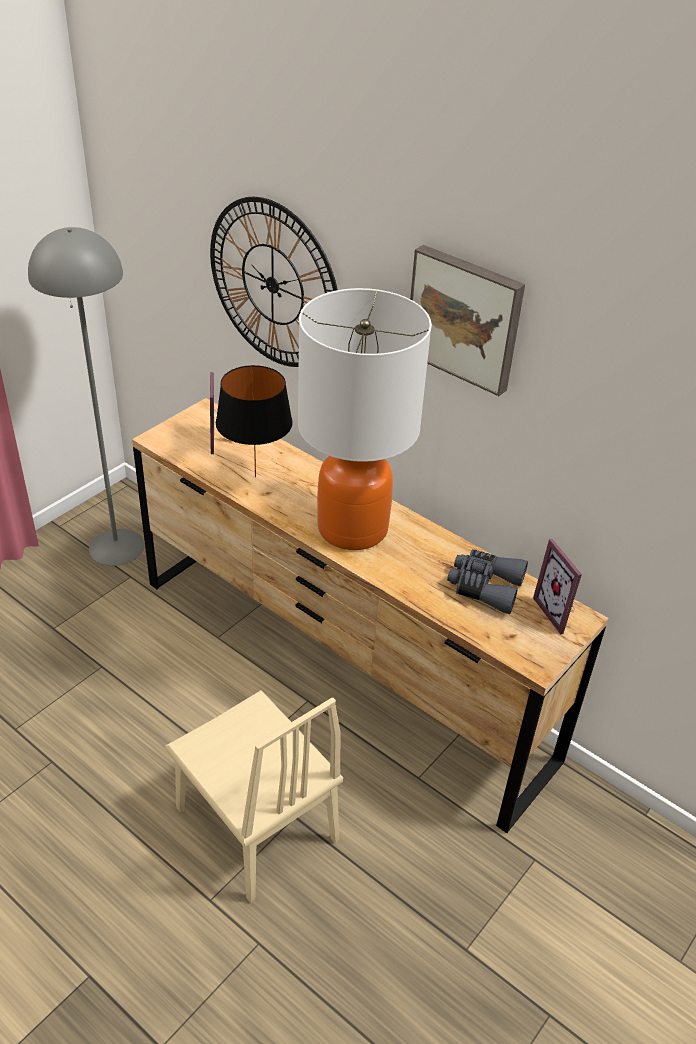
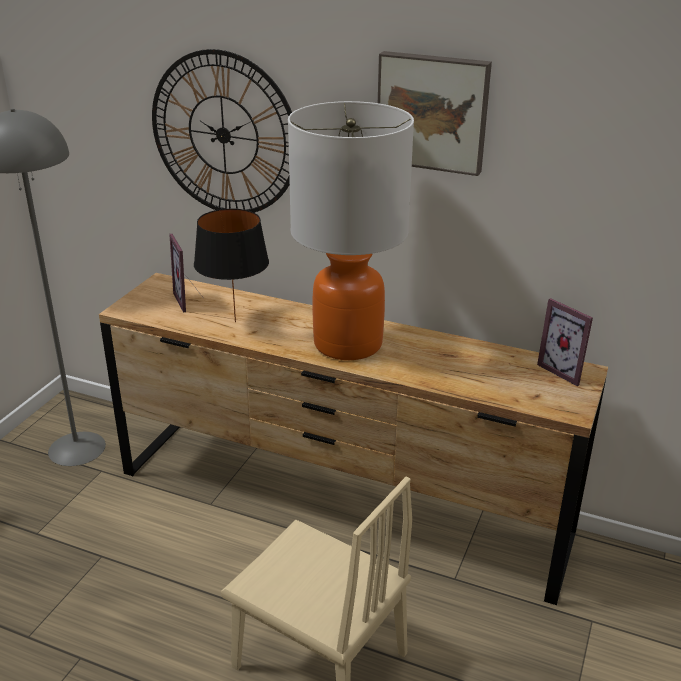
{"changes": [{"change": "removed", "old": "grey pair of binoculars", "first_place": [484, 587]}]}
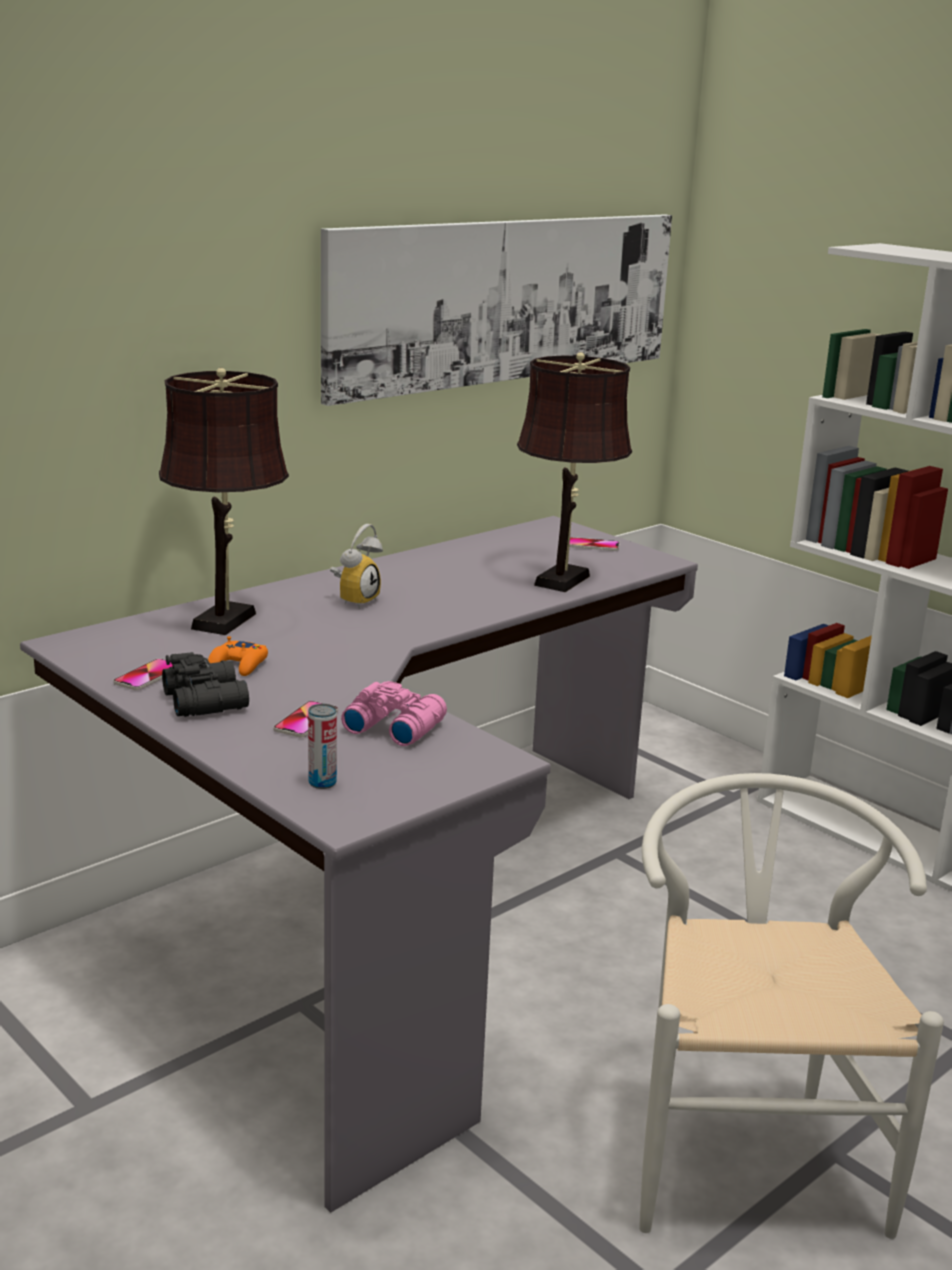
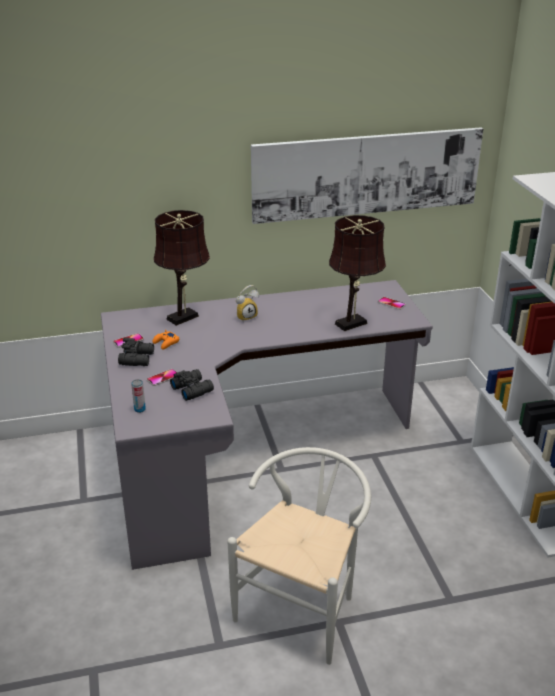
{"changes": [{"change": "recoloured", "old": "pink pair of binoculars", "new": "black-coloured pair of binoculars", "first_place": [393, 726], "second_place": [192, 389]}]}
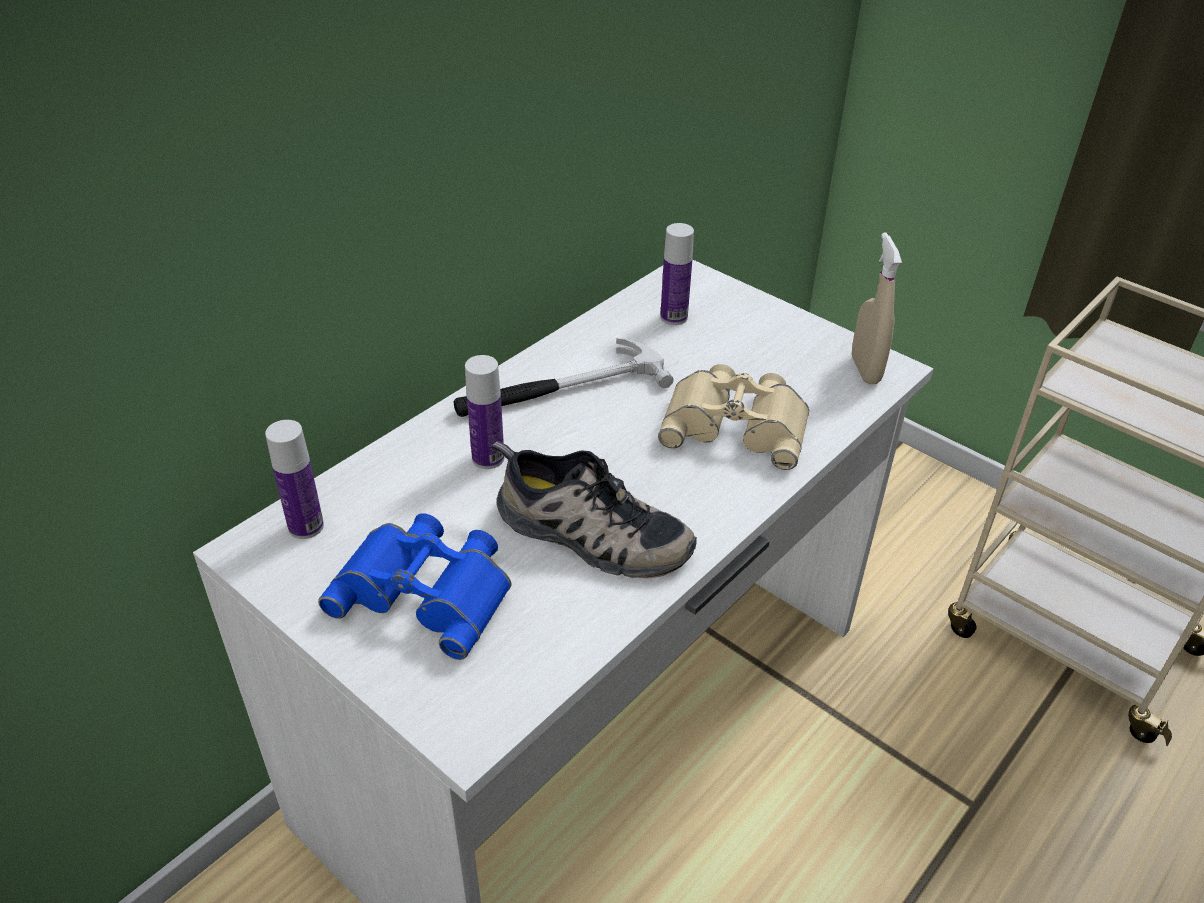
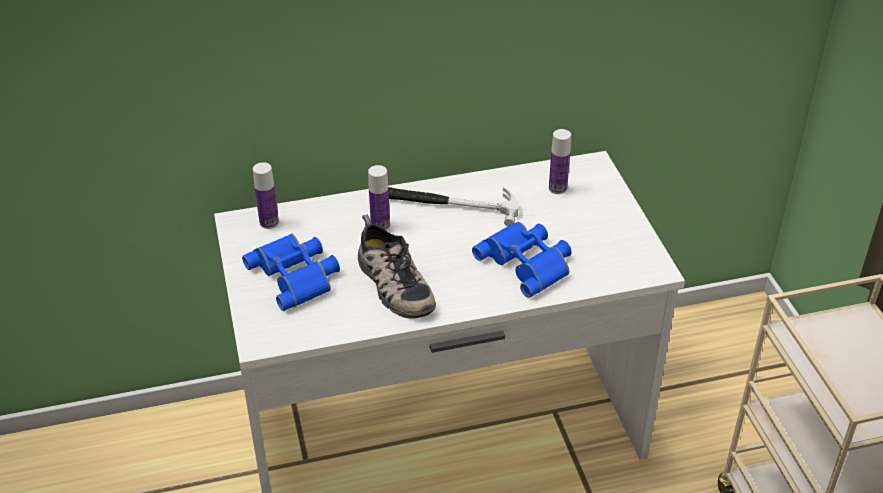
{"changes": [{"change": "recoloured", "old": "beige pair of binoculars", "new": "bluish pair of binoculars", "first_place": [737, 424], "second_place": [528, 262]}, {"change": "removed", "old": "beige spray bottle", "first_place": [865, 370]}]}
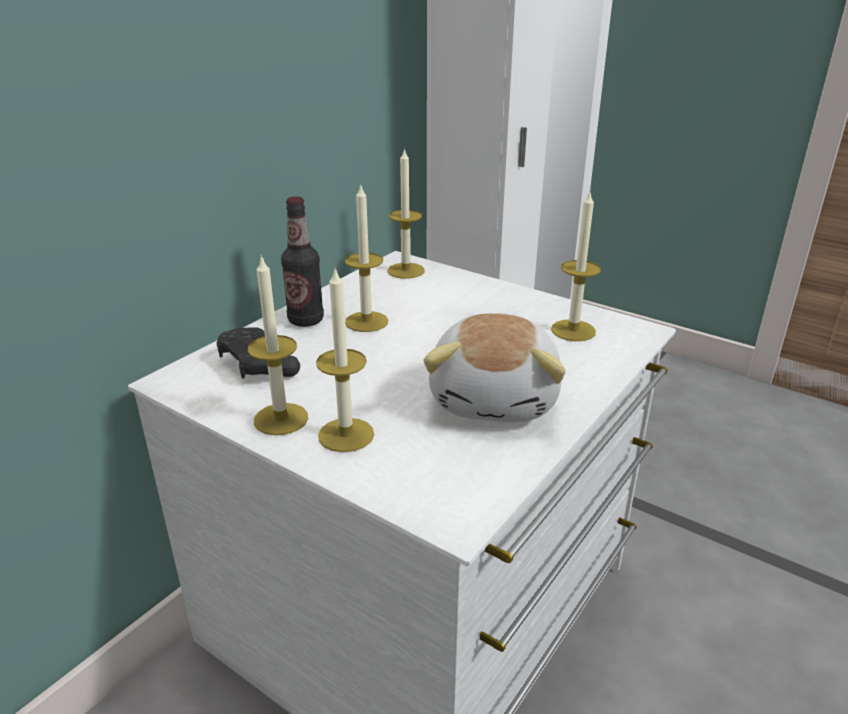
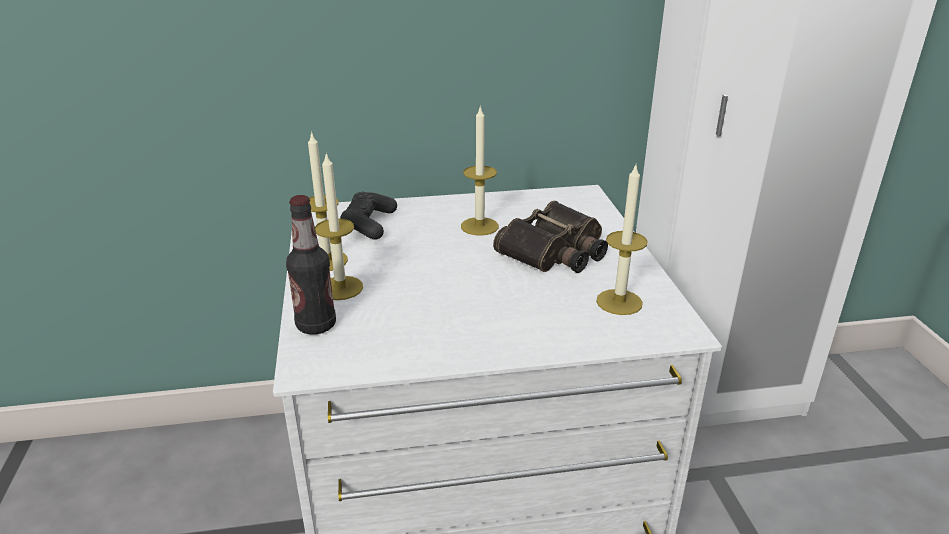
{"changes": [{"change": "moved", "old": "bottle", "first_place": [306, 320], "second_place": [316, 325]}, {"change": "added", "new": "pair of binoculars", "second_place": [556, 251]}, {"change": "removed", "old": "wax candle", "first_place": [406, 270]}, {"change": "removed", "old": "plush toy", "first_place": [496, 398]}]}
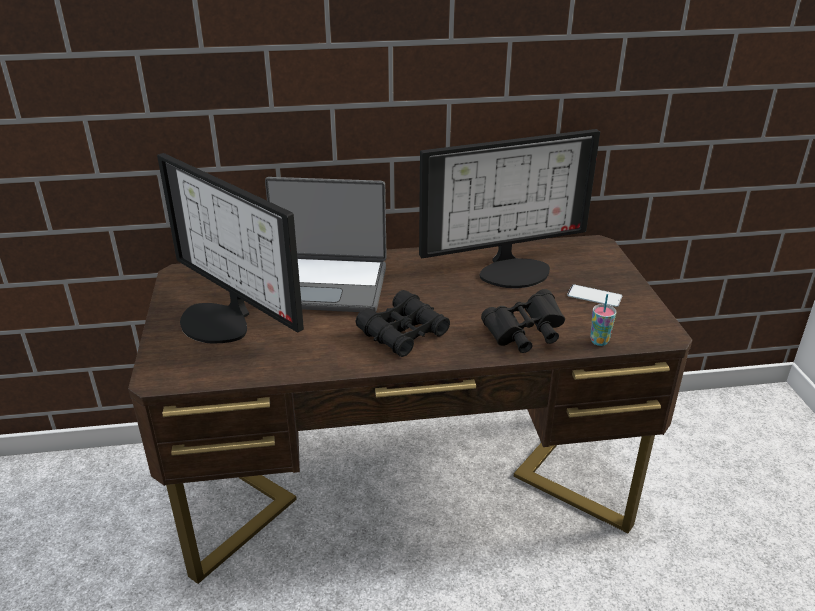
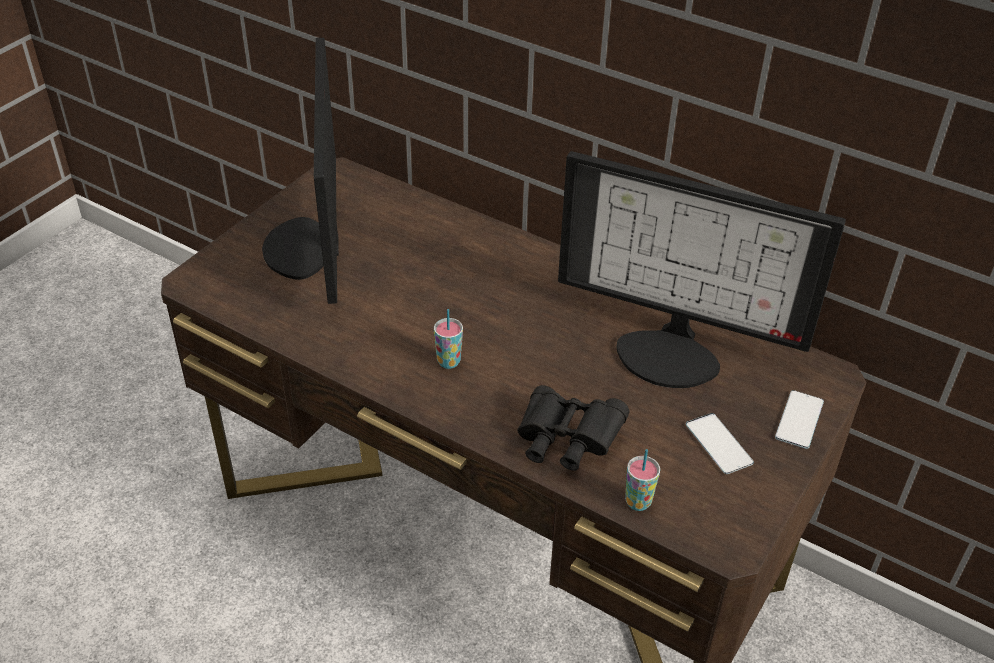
{"changes": [{"change": "replaced", "old": "black-coloured pair of binoculars", "new": "small cup", "first_place": [403, 333], "second_place": [448, 362]}, {"change": "added", "new": "phone", "second_place": [799, 420]}, {"change": "removed", "old": "laptop", "first_place": [323, 284]}]}
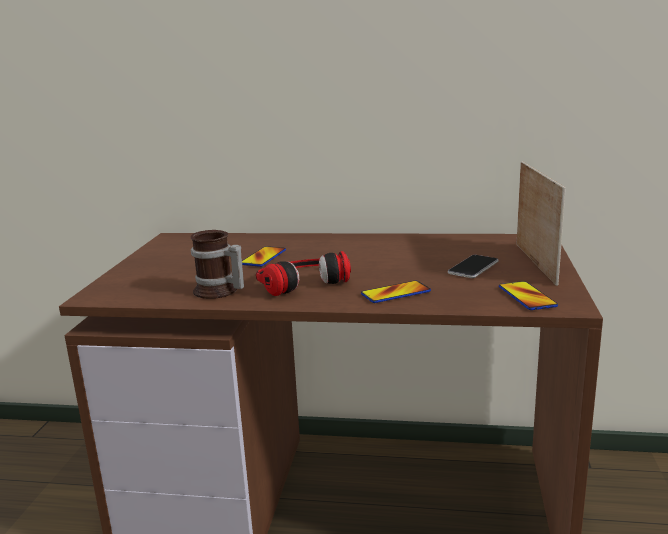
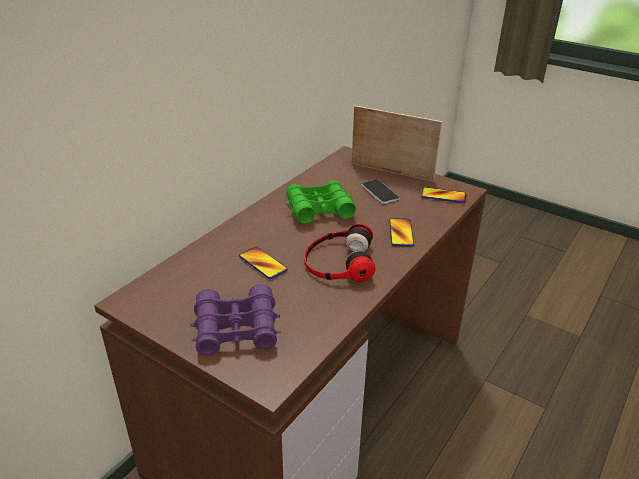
{"changes": [{"change": "added", "new": "purple-coloured pair of binoculars", "second_place": [236, 329]}, {"change": "added", "new": "green-coloured pair of binoculars", "second_place": [319, 209]}, {"change": "removed", "old": "mug", "first_place": [218, 292]}]}
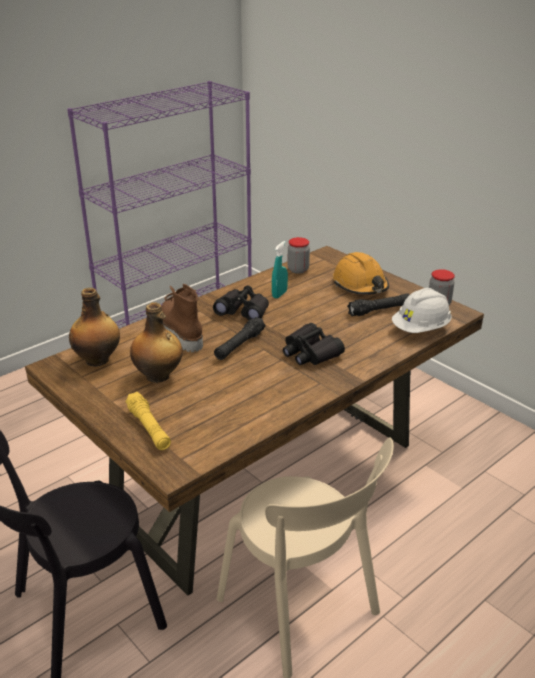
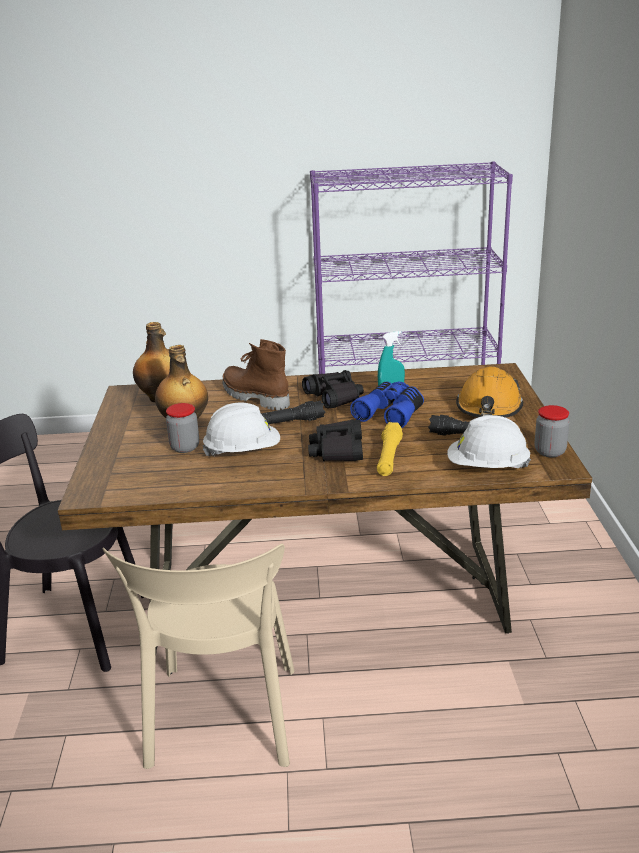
{"changes": [{"change": "moved", "old": "preserve jar", "first_place": [298, 270], "second_place": [185, 447]}, {"change": "added", "new": "white-coloured safety helmet", "second_place": [243, 452]}, {"change": "turned", "old": "brown high-top boot", "first_place": [180, 332], "second_place": [254, 397], "degrees": -60}, {"change": "added", "new": "bluish pair of binoculars", "second_place": [391, 413]}, {"change": "moved", "old": "yellow-coloured torch", "first_place": [149, 428], "second_place": [389, 457]}]}
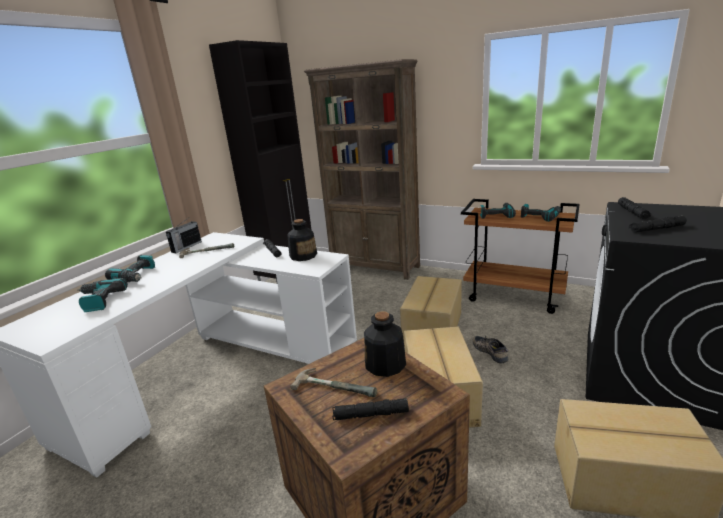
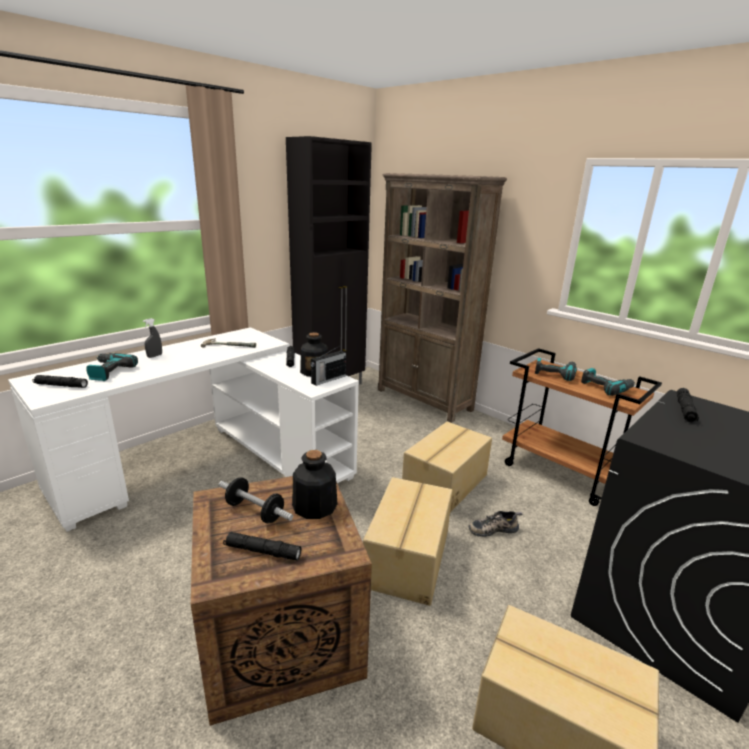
{"changes": [{"change": "moved", "old": "black-coloured torch", "first_place": [656, 229], "second_place": [61, 385]}, {"change": "replaced", "old": "power drill", "new": "grey spray bottle", "first_place": [137, 276], "second_place": [154, 356]}, {"change": "replaced", "old": "tool hammer", "new": "dumbbell", "first_place": [336, 384], "second_place": [255, 511]}, {"change": "moved", "old": "radio", "first_place": [186, 247], "second_place": [328, 379]}, {"change": "turned", "old": "shoe", "first_place": [491, 351], "second_place": [493, 528], "degrees": -90}]}
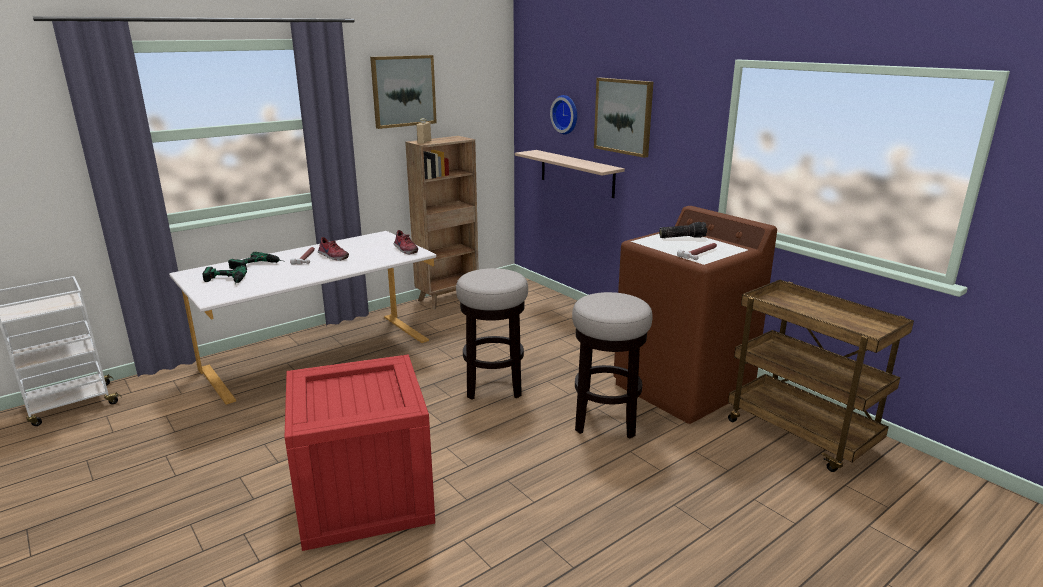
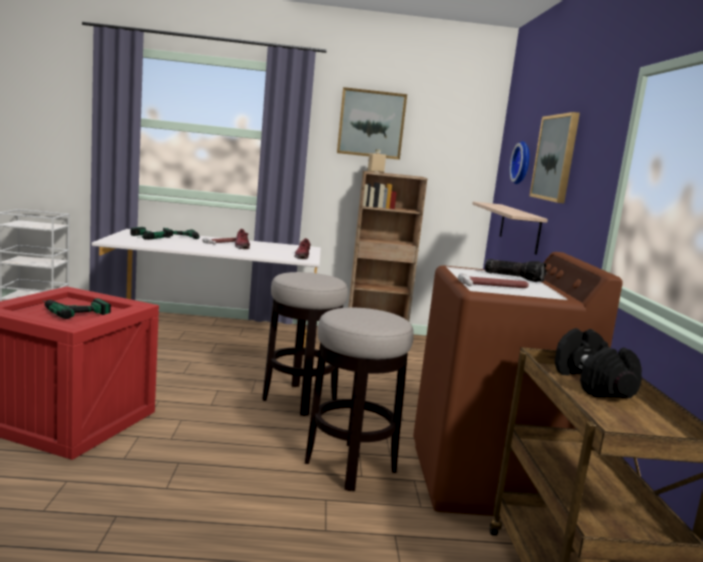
{"changes": [{"change": "added", "new": "power drill", "second_place": [73, 310]}, {"change": "added", "new": "black-coloured dumbbell", "second_place": [591, 383]}]}
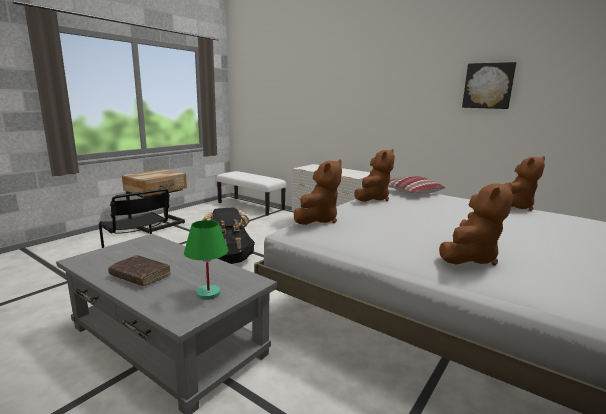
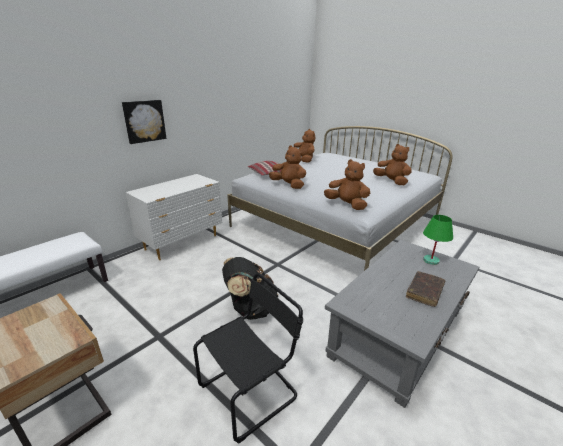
{"changes": [{"change": "moved", "old": "wall art", "first_place": [488, 86], "second_place": [144, 121]}]}
